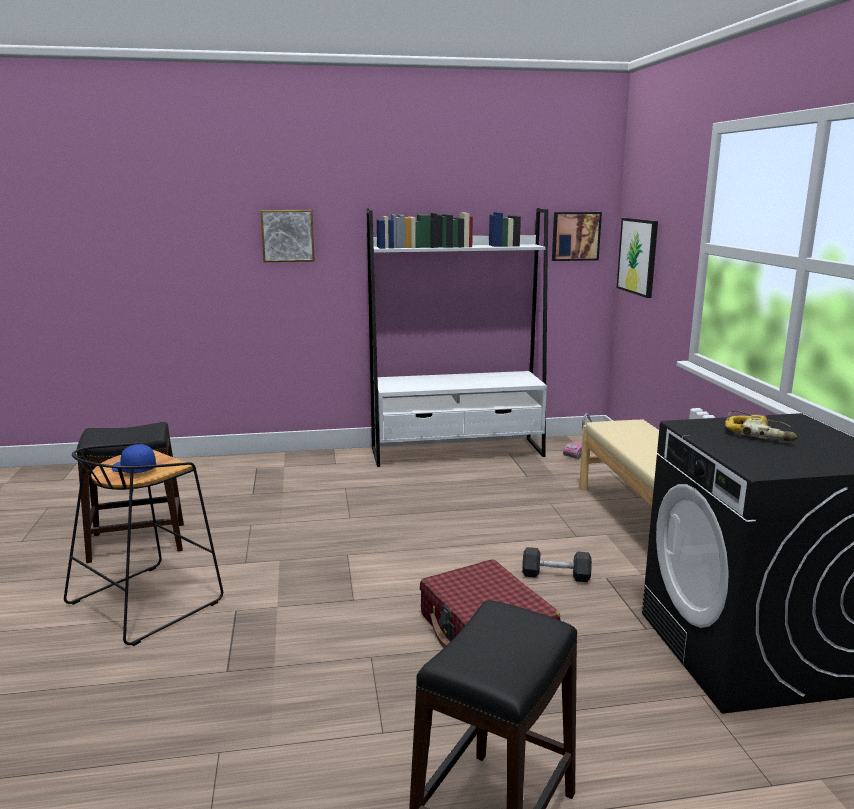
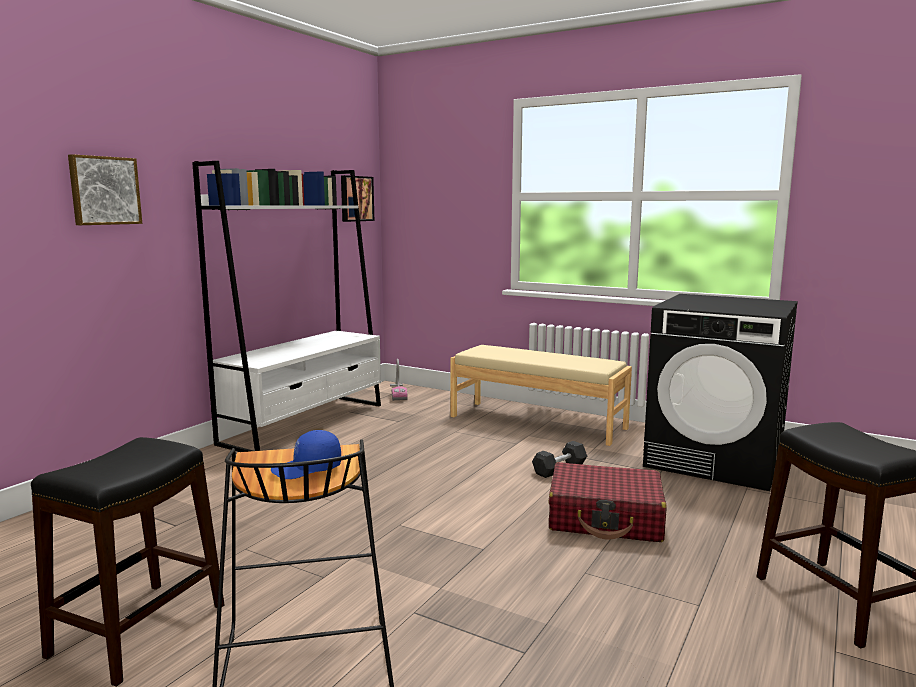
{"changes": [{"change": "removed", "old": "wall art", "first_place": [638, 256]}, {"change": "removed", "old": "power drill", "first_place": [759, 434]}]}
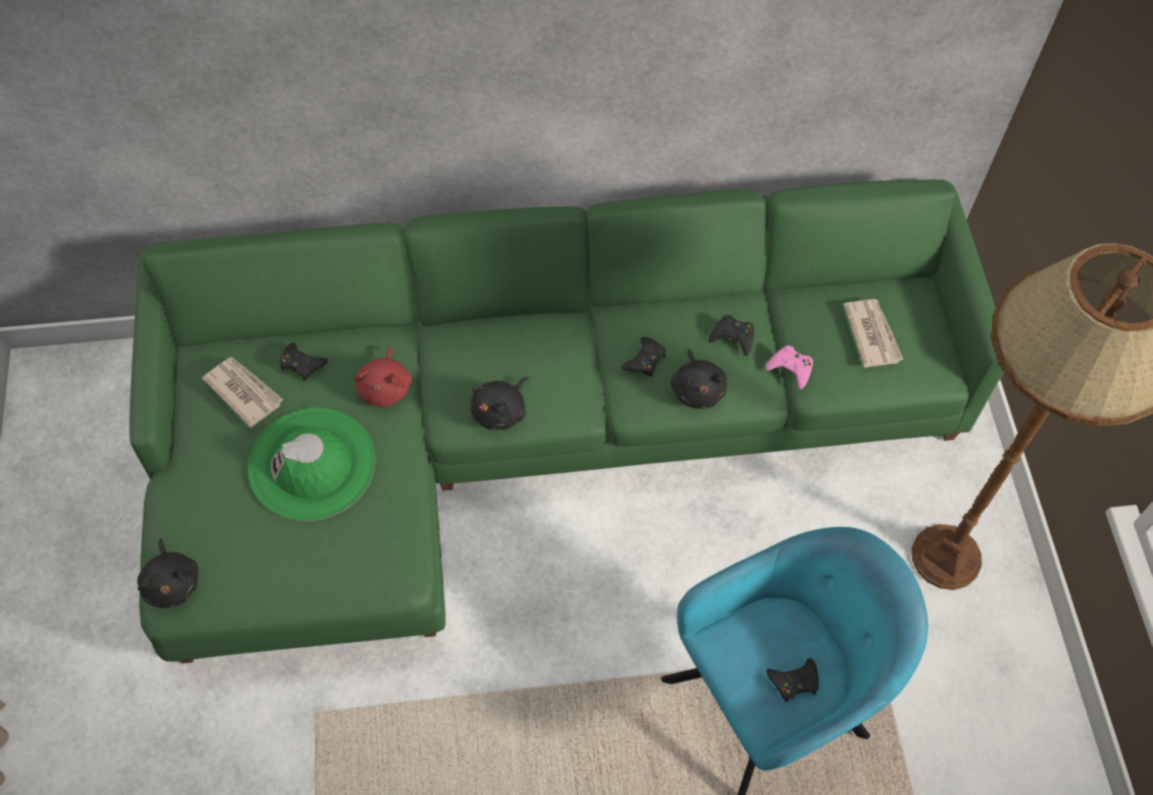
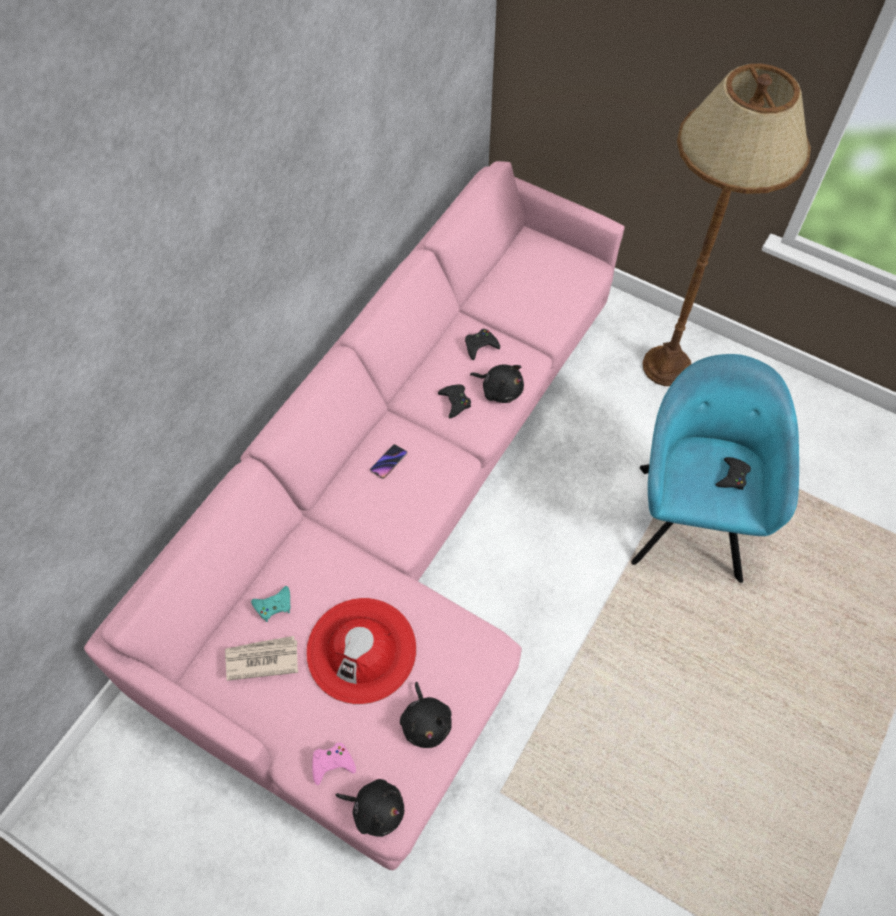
{"changes": [{"change": "recoloured", "old": "green-coloured sofa", "new": "pink sofa", "first_place": [523, 430], "second_place": [399, 522]}, {"change": "recoloured", "old": "black-coloured game controller", "new": "blue-green game controller", "first_place": [302, 364], "second_place": [274, 605]}, {"change": "recoloured", "old": "green-coloured clothing hat", "new": "reddish clothing hat", "first_place": [312, 464], "second_place": [361, 650]}, {"change": "moved", "old": "pink game controller", "first_place": [791, 368], "second_place": [332, 763]}, {"change": "added", "new": "phone", "second_place": [389, 462]}, {"change": "moved", "old": "black-coloured plush toy", "first_place": [501, 411], "second_place": [426, 722]}, {"change": "removed", "old": "reddish plush toy", "first_place": [386, 387]}, {"change": "removed", "old": "printed paper", "first_place": [872, 334]}]}
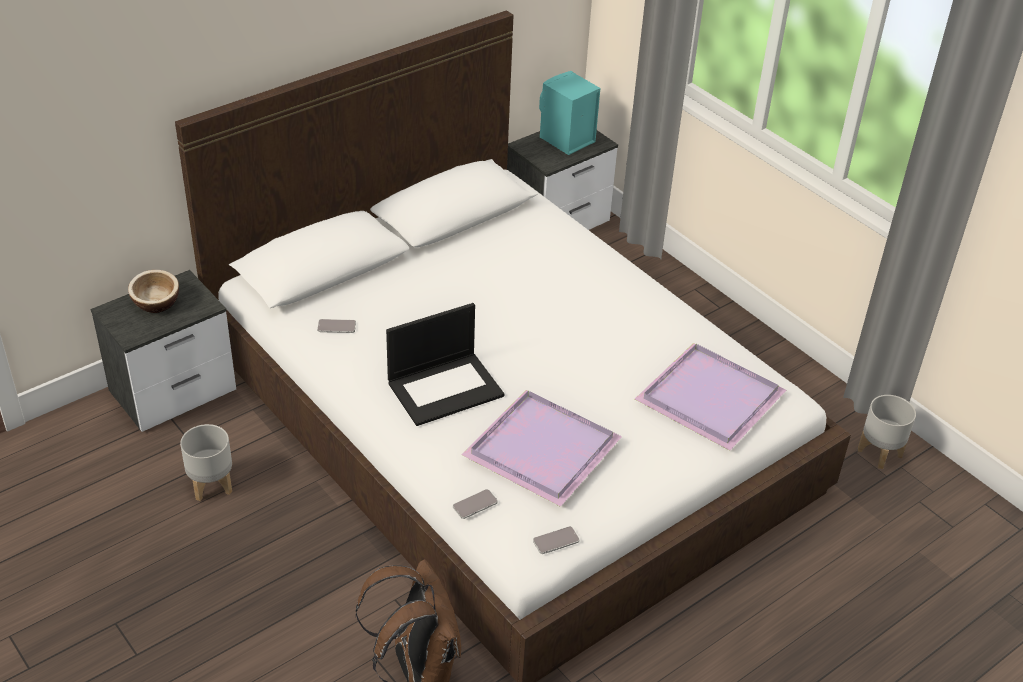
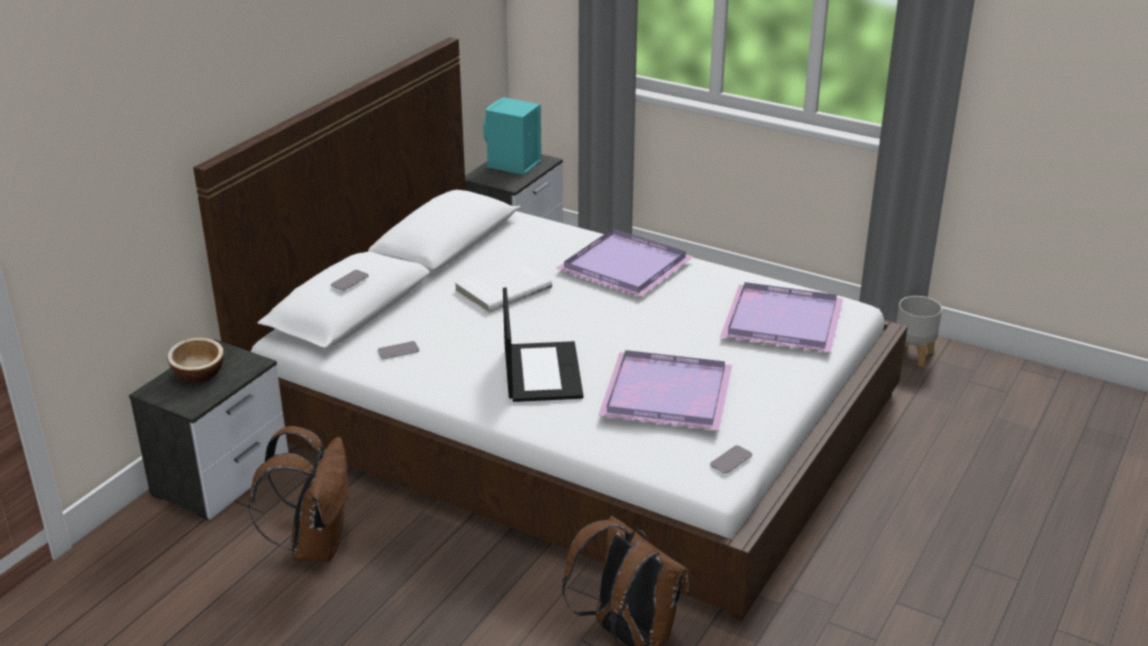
{"changes": [{"change": "replaced", "old": "grey plant pot", "new": "brown knapsack", "first_place": [211, 484], "second_place": [315, 544]}, {"change": "moved", "old": "phone", "first_place": [475, 504], "second_place": [349, 281]}, {"change": "added", "new": "white-coloured volume", "second_place": [502, 289]}, {"change": "turned", "old": "laptop", "first_place": [446, 388], "second_place": [541, 371], "degrees": -45}, {"change": "added", "new": "purple-coloured carrying tray", "second_place": [625, 268]}]}
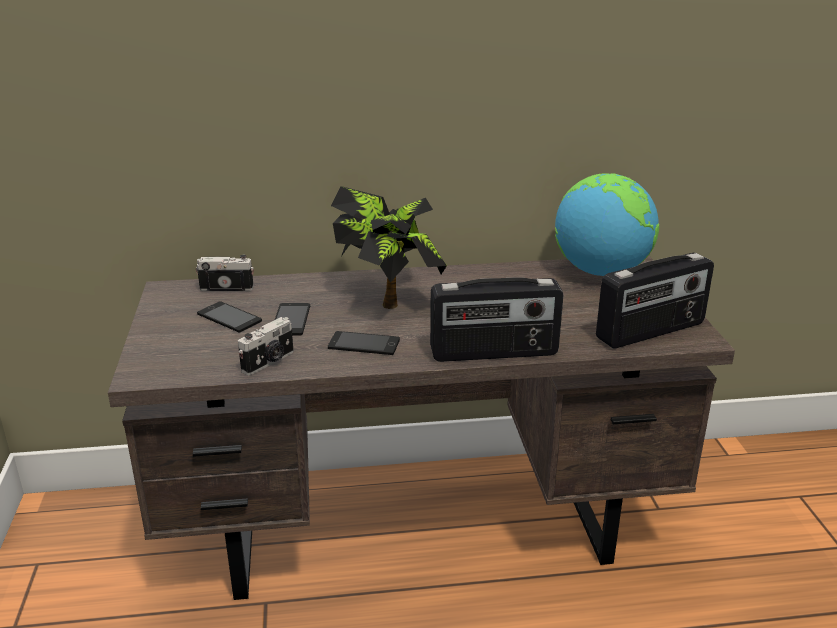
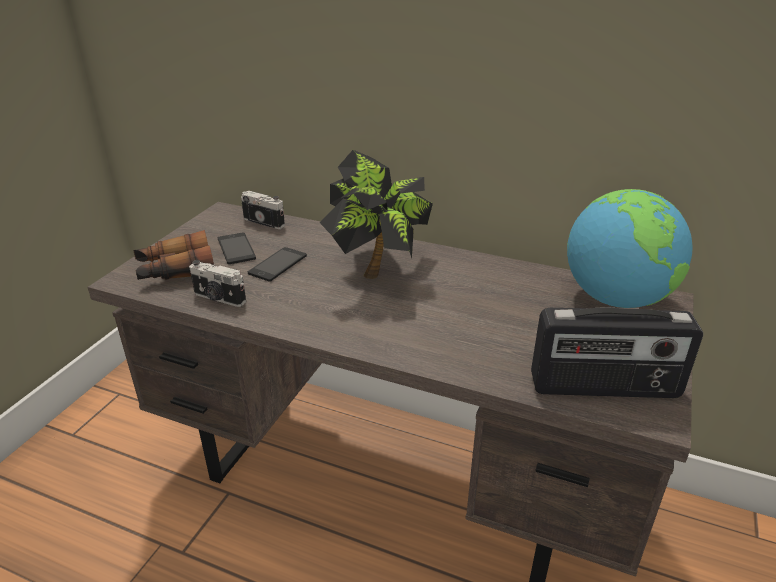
{"changes": [{"change": "added", "new": "pair of binoculars", "second_place": [175, 270]}, {"change": "turned", "old": "still camera", "first_place": [269, 362], "second_place": [219, 298], "degrees": 45}, {"change": "removed", "old": "phone", "first_place": [364, 344]}, {"change": "removed", "old": "radio", "first_place": [494, 353]}]}
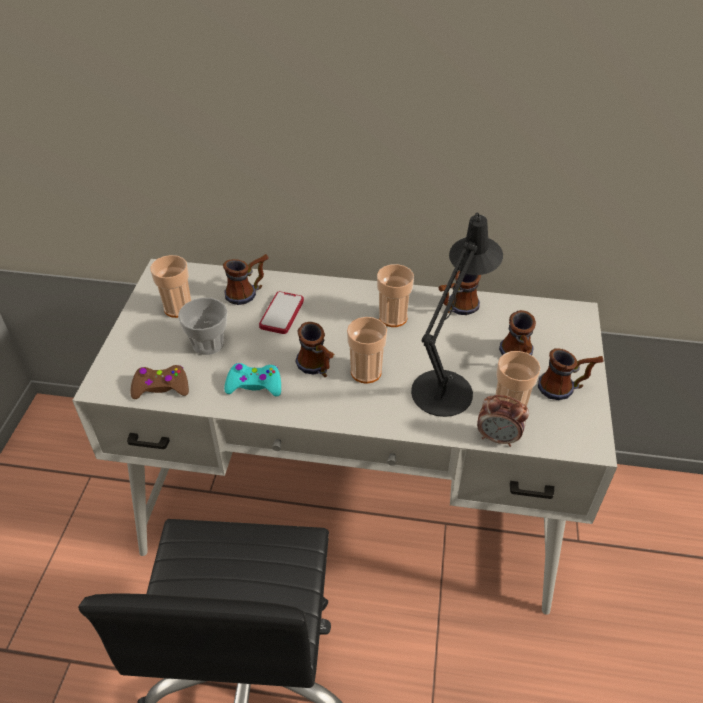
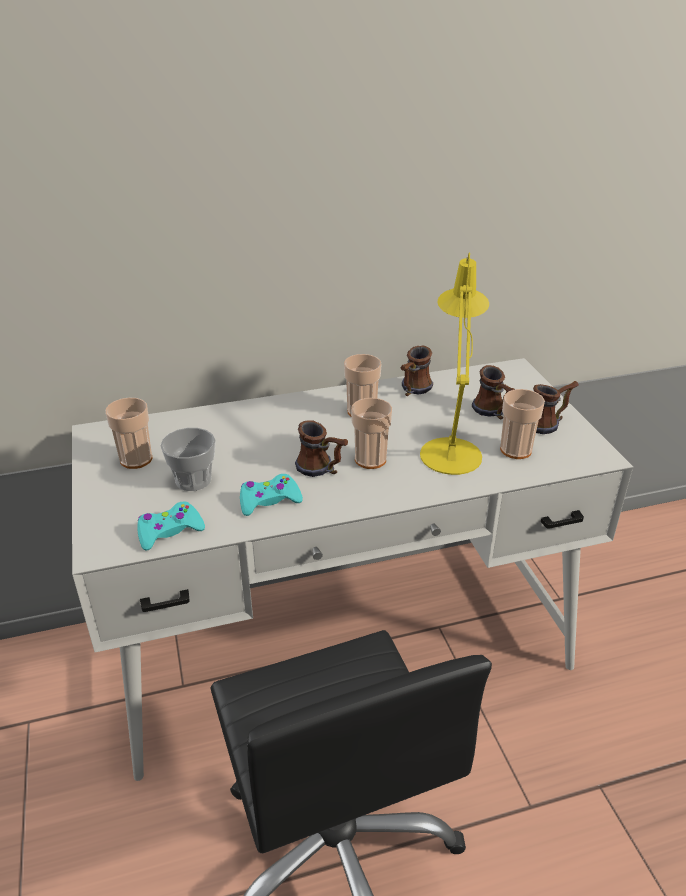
{"changes": [{"change": "recoloured", "old": "brown game controller", "new": "blue-green game controller", "first_place": [161, 387], "second_place": [169, 531]}, {"change": "recoloured", "old": "black-coloured tabletop lamp", "new": "yellow-coloured tabletop lamp", "first_place": [446, 386], "second_place": [450, 450]}, {"change": "removed", "old": "mug", "first_place": [248, 292]}, {"change": "removed", "old": "phone", "first_place": [282, 314]}, {"change": "removed", "old": "bedside clock", "first_place": [498, 438]}]}
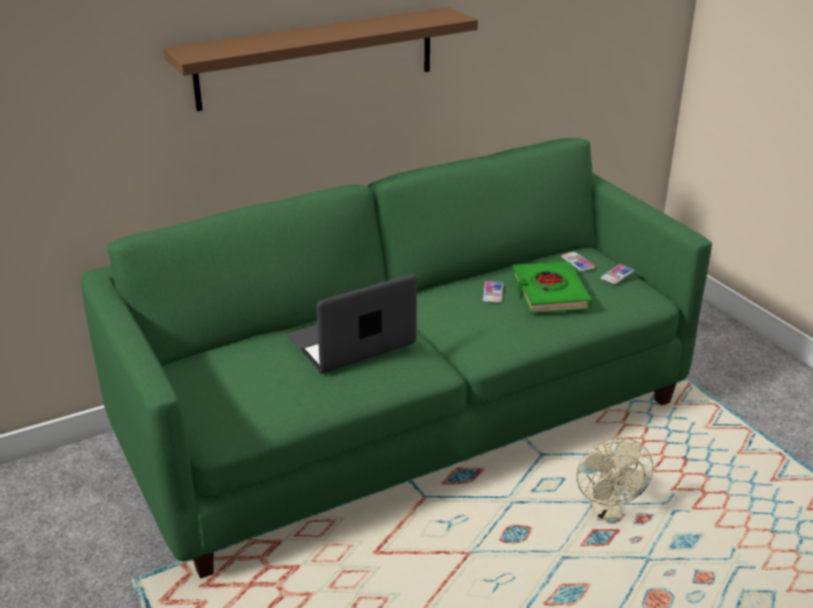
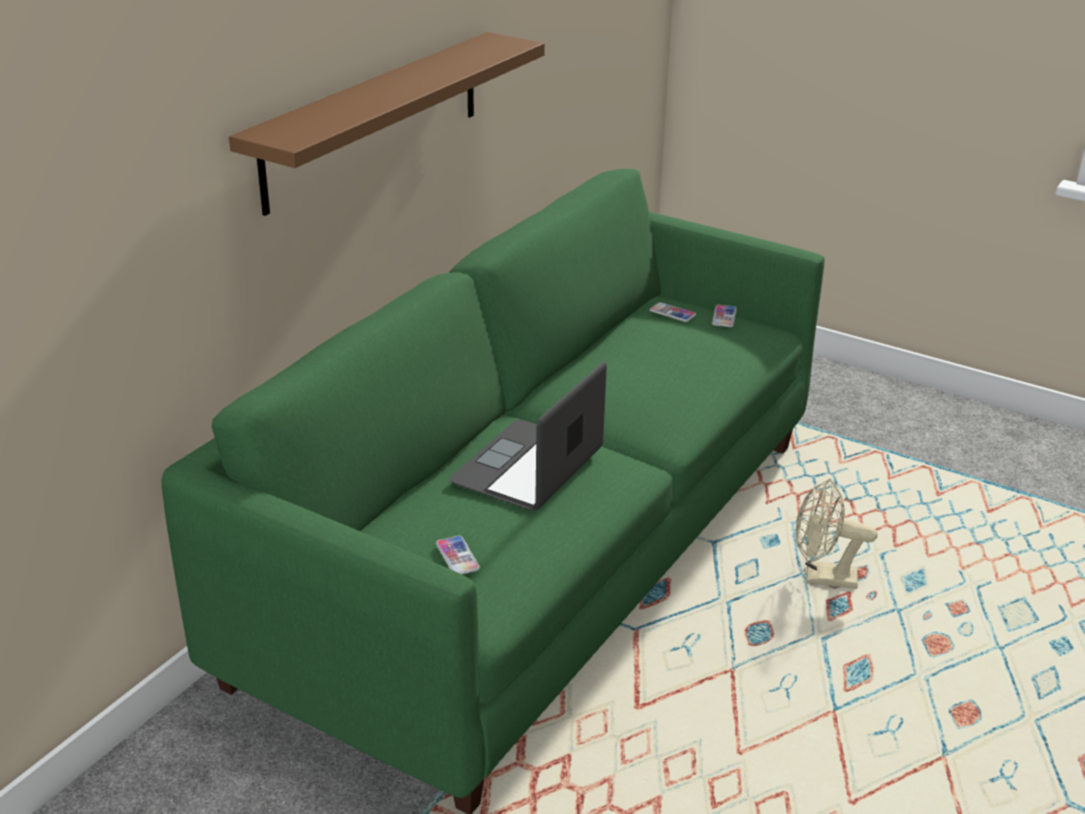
{"changes": [{"change": "moved", "old": "phone", "first_place": [493, 292], "second_place": [457, 556]}, {"change": "turned", "old": "beige electric fan", "first_place": [606, 511], "second_place": [821, 578], "degrees": 135}, {"change": "removed", "old": "green-coloured volume", "first_place": [549, 293]}]}
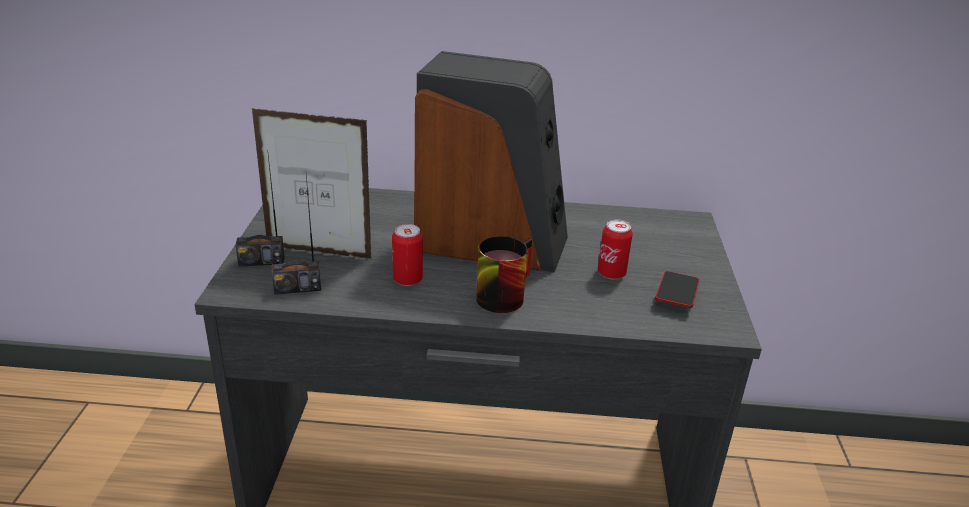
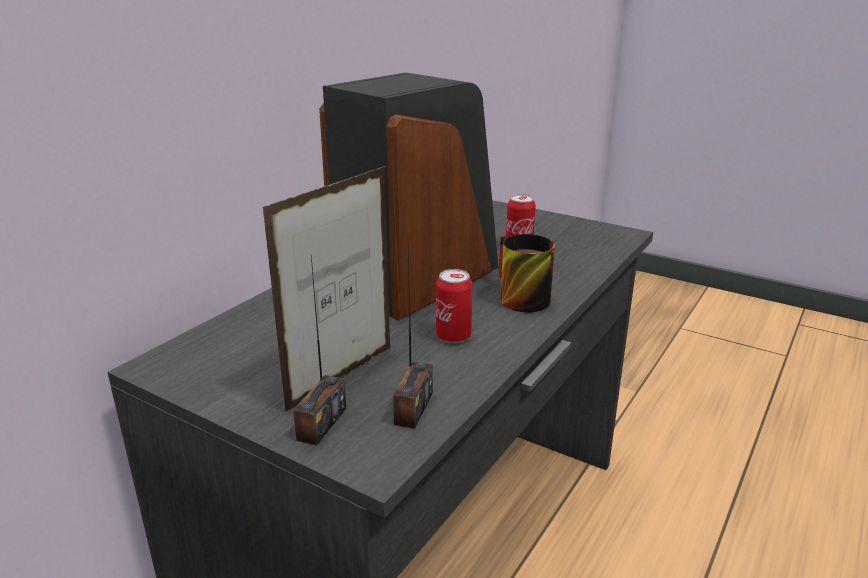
{"changes": [{"change": "removed", "old": "phone", "first_place": [676, 294]}]}
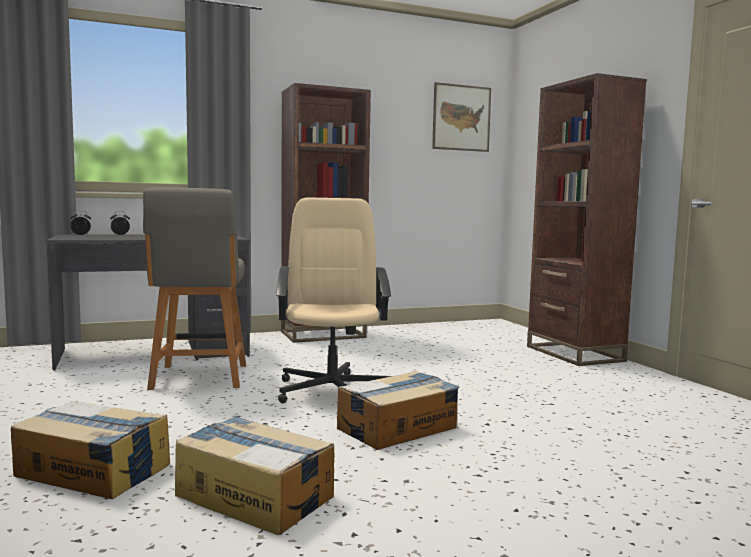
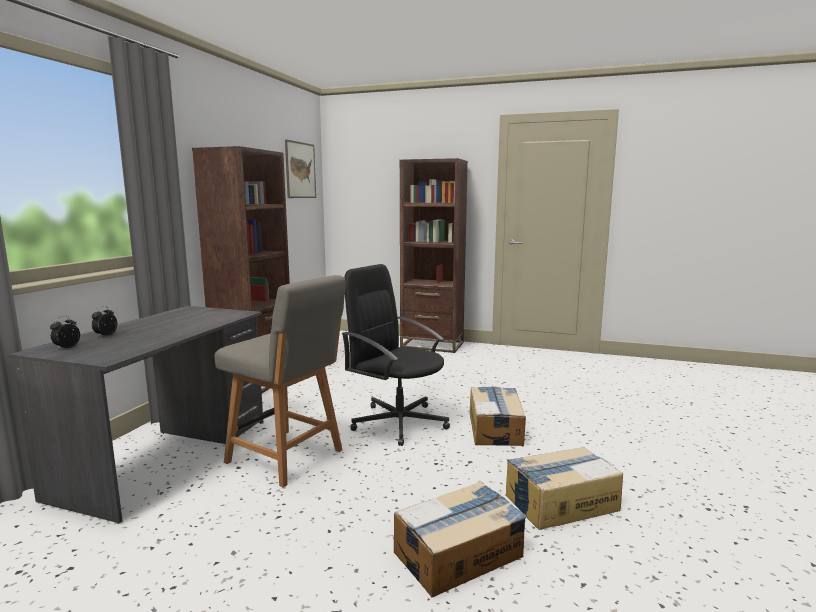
{"changes": [{"change": "recoloured", "old": "beige office chair", "new": "black-coloured office chair", "first_place": [333, 390], "second_place": [398, 422]}]}
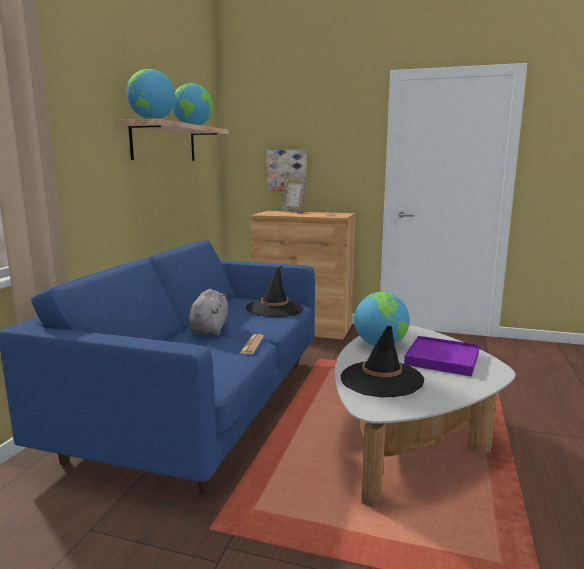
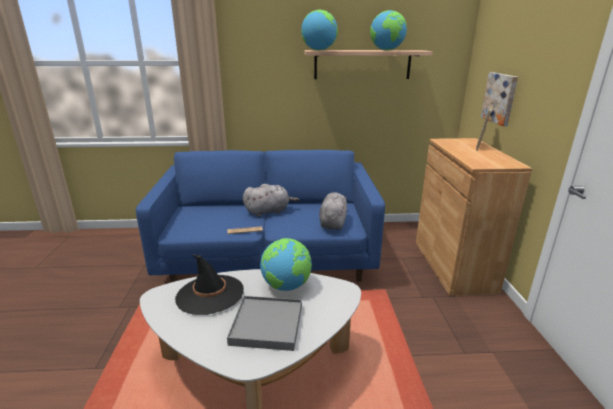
{"changes": [{"change": "recoloured", "old": "purple-coloured carrying tray", "new": "grey carrying tray", "first_place": [442, 359], "second_place": [267, 325]}, {"change": "replaced", "old": "black-coloured clothing hat", "new": "grey plush toy", "first_place": [275, 309], "second_place": [333, 222]}]}
